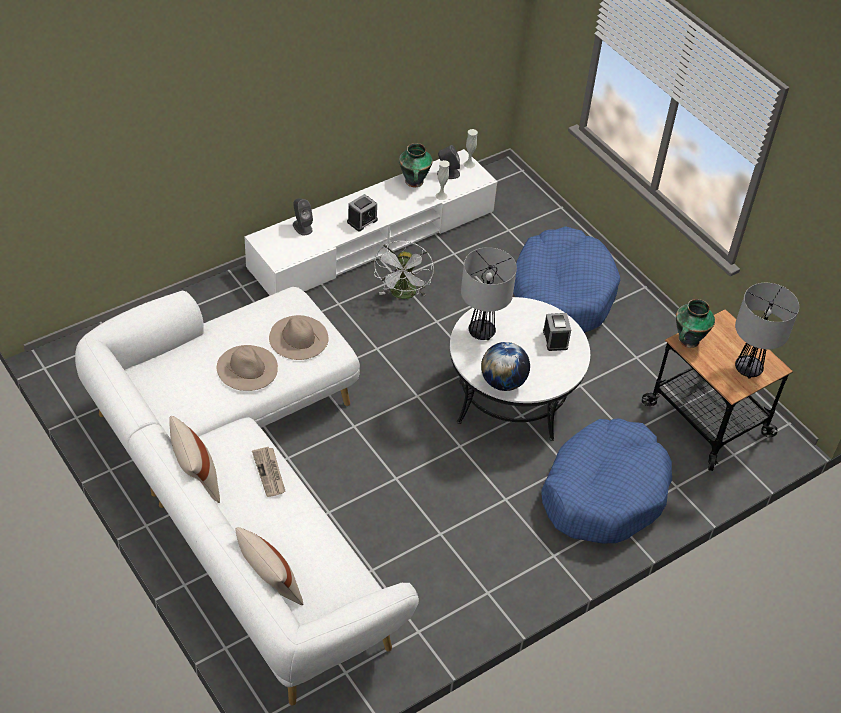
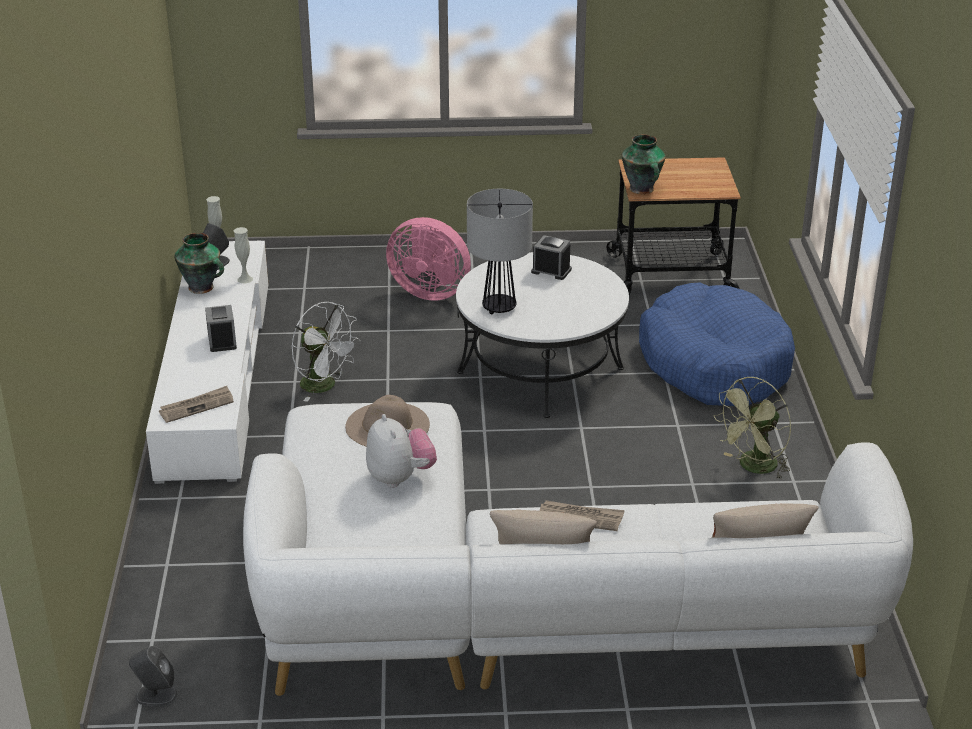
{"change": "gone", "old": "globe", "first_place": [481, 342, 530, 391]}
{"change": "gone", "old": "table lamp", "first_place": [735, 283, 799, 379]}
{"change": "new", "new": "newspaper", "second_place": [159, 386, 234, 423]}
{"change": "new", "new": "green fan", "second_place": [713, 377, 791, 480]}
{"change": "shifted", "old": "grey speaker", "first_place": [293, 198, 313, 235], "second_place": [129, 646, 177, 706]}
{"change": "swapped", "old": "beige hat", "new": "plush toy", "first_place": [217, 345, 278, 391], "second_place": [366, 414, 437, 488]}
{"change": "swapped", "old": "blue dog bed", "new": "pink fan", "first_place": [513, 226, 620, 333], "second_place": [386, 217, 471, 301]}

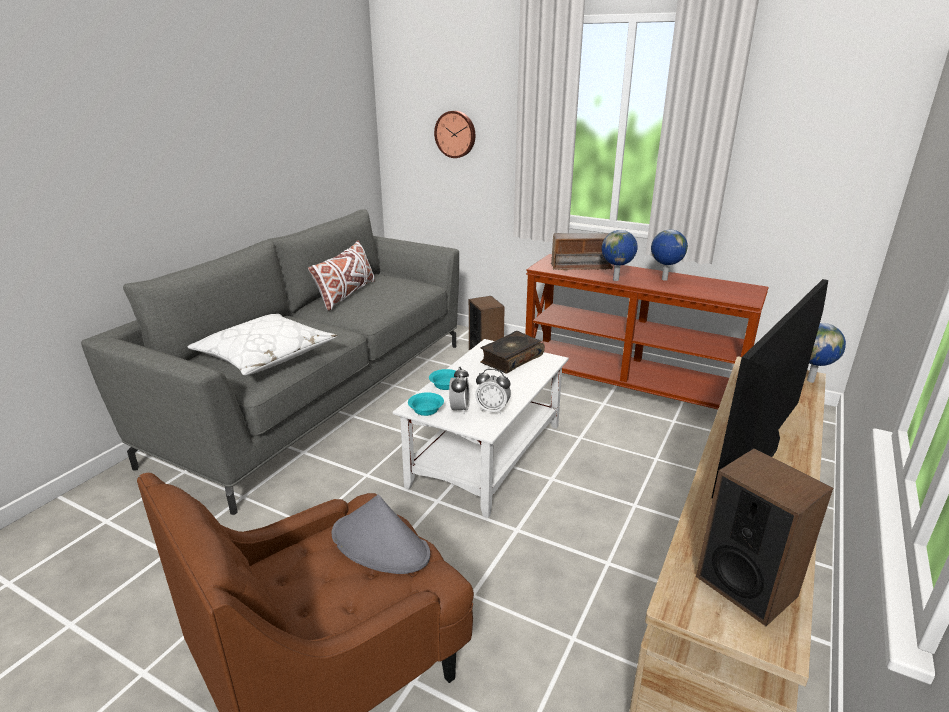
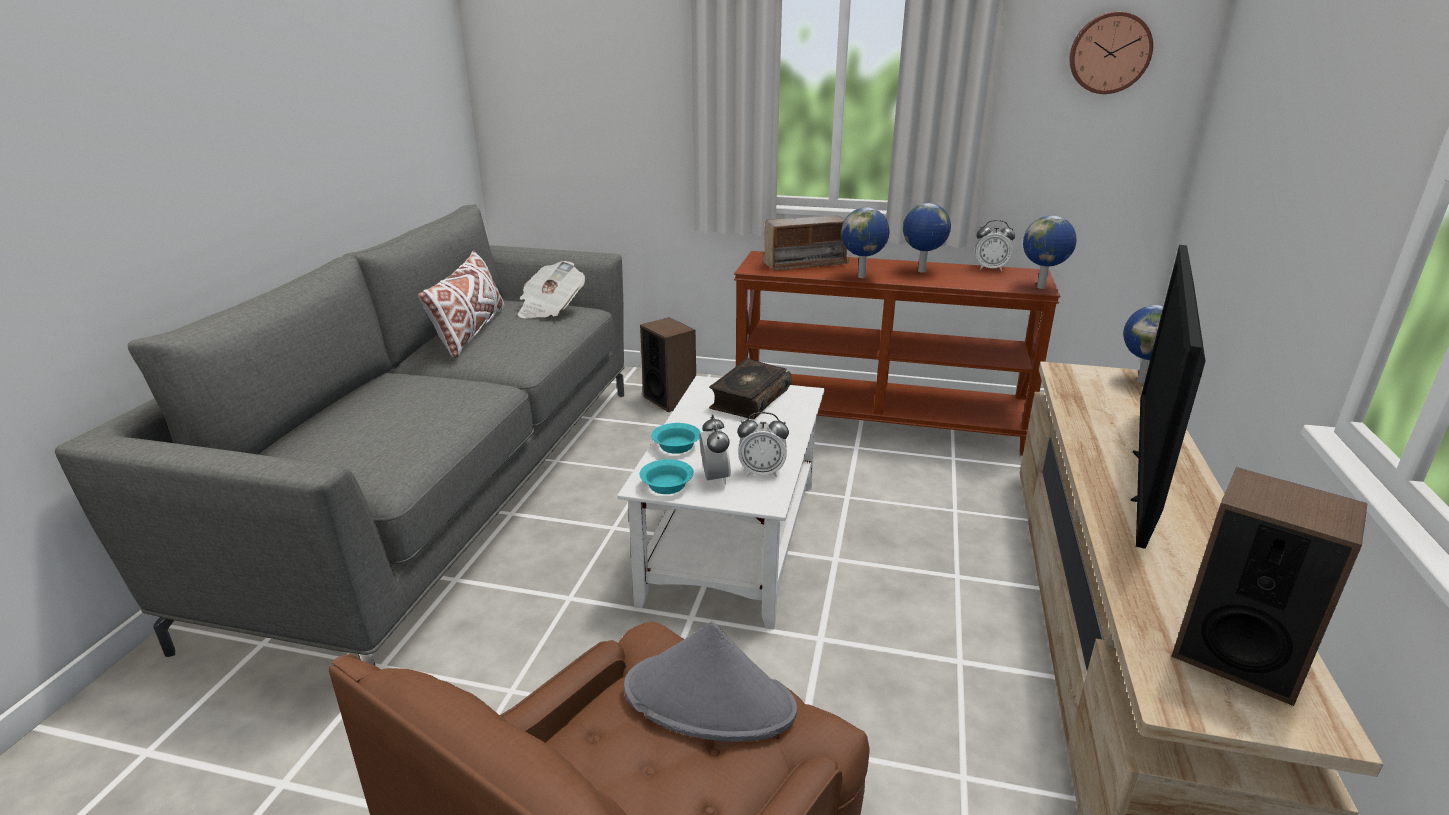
{"change": "gone", "old": "white pillow", "first_place": [188, 314, 337, 376]}
{"change": "new", "new": "newspaper", "second_place": [518, 261, 585, 319]}
{"change": "new", "new": "alarm clock", "second_place": [975, 220, 1015, 271]}
{"change": "new", "new": "globe", "second_place": [1023, 216, 1076, 289]}
{"change": "shifted", "old": "wall clock", "first_place": [434, 111, 475, 158], "second_place": [1069, 12, 1153, 94]}

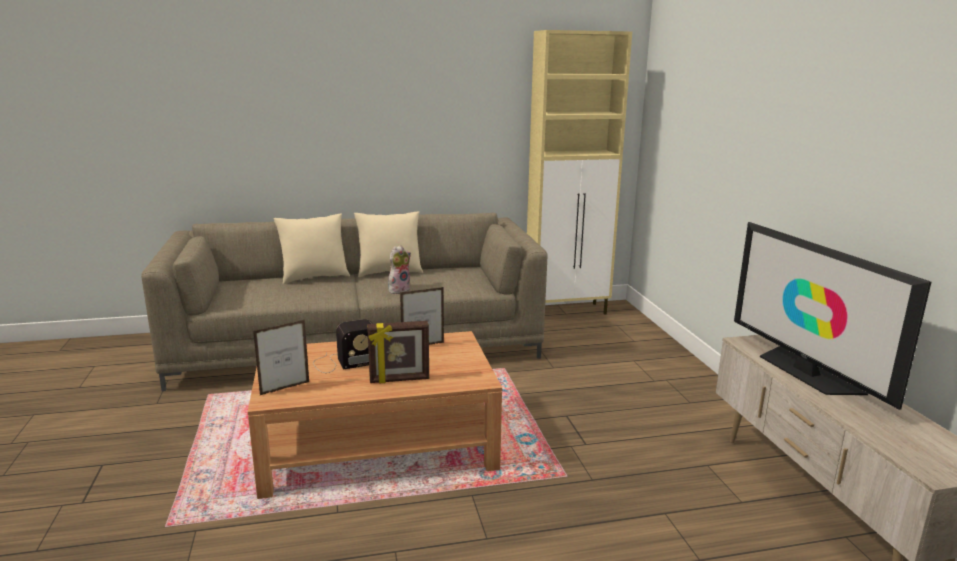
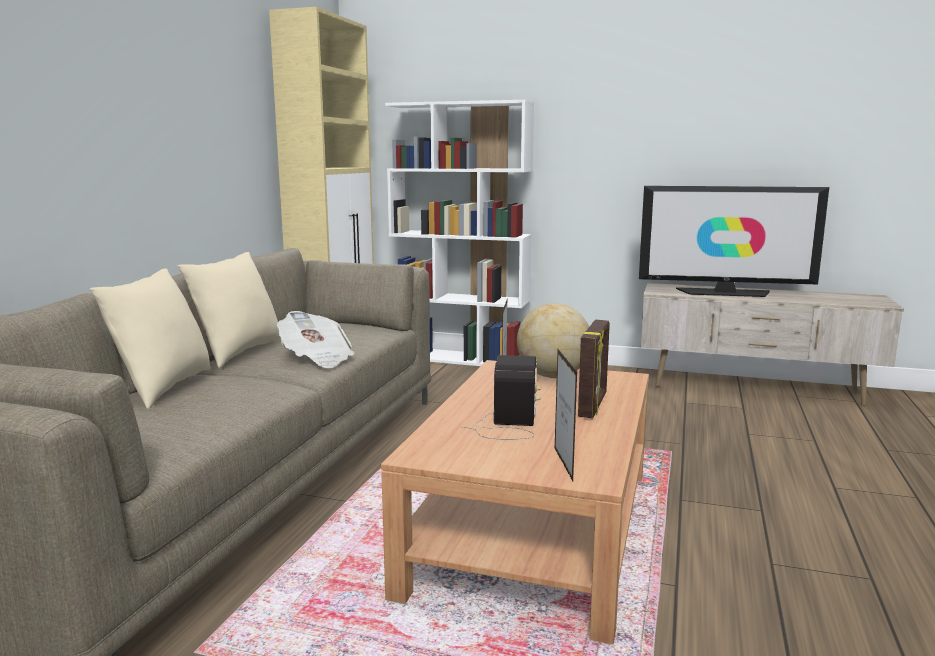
{"change": "new", "new": "white bookcase", "second_place": [385, 100, 534, 366]}
{"change": "new", "new": "globe", "second_place": [517, 303, 589, 378]}
{"change": "swapped", "old": "plush toy", "new": "newspaper", "first_place": [388, 245, 411, 294], "second_place": [277, 311, 355, 368]}

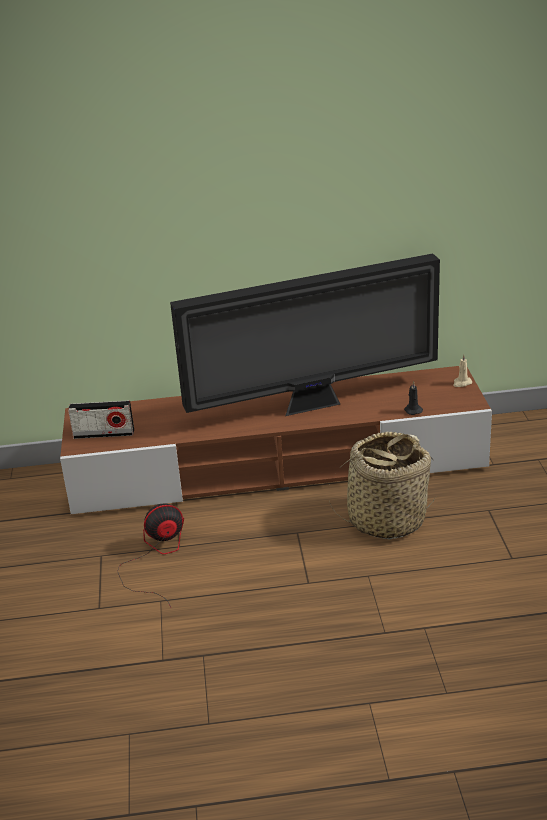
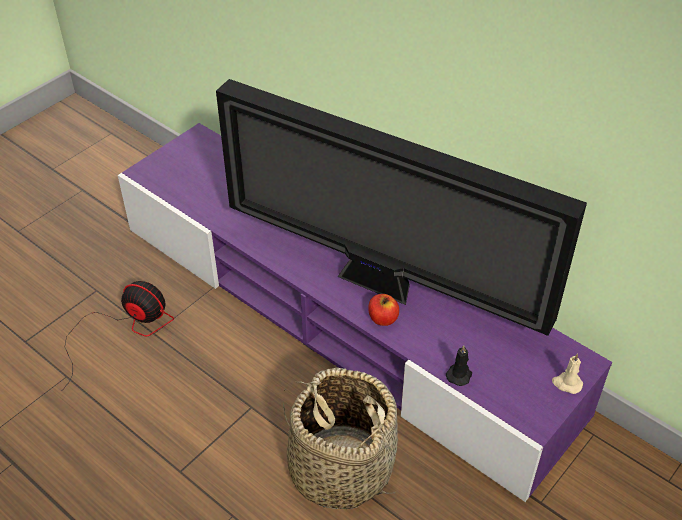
{"change": "gone", "old": "radio", "first_place": [68, 400, 134, 439]}
{"change": "new", "new": "apple", "second_place": [368, 294, 399, 326]}
{"change": "repainted", "old": "brown tv stand", "new": "purple tv stand", "first_place": [60, 366, 492, 514], "second_place": [118, 123, 612, 502]}

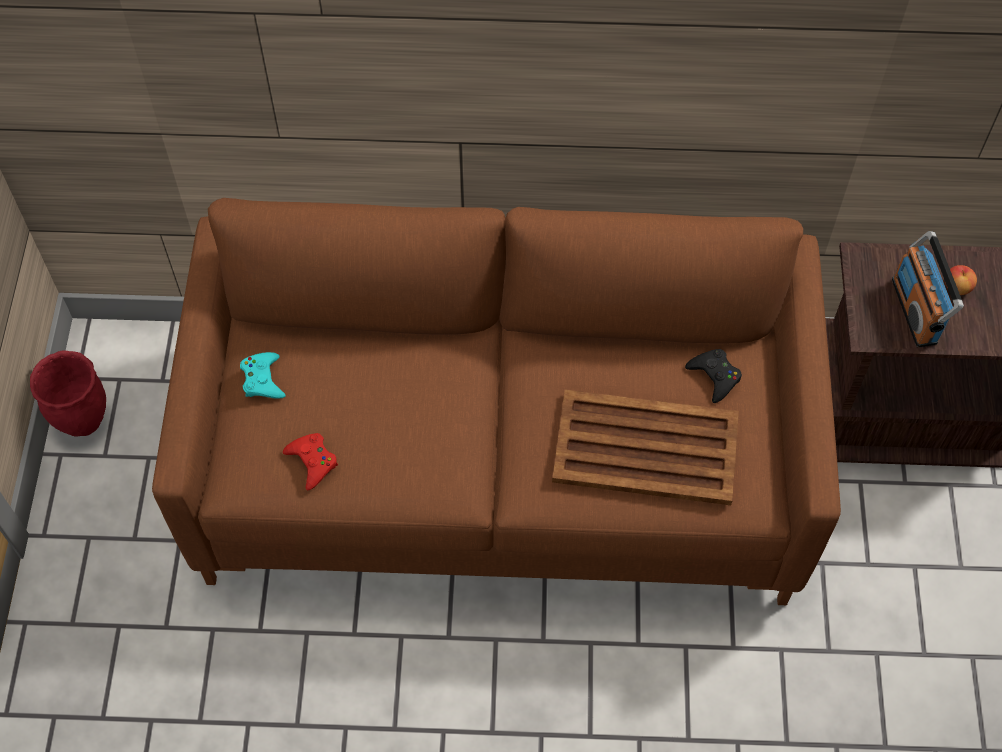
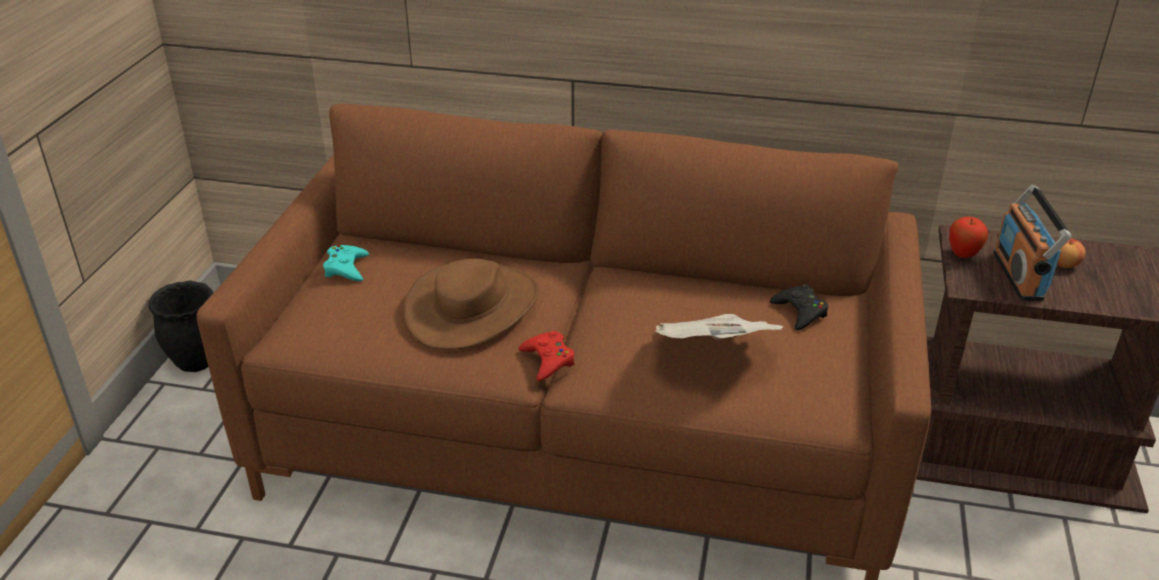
{"change": "new", "new": "brown hat", "second_place": [404, 259, 539, 350]}
{"change": "new", "new": "apple", "second_place": [949, 217, 988, 258]}
{"change": "shifted", "old": "red game controller", "first_place": [283, 433, 338, 491], "second_place": [518, 331, 575, 381]}
{"change": "swapped", "old": "brown tray", "new": "newspaper", "first_place": [552, 390, 739, 505], "second_place": [655, 314, 784, 340]}
{"change": "repainted", "old": "red planter", "new": "black planter", "first_place": [30, 350, 106, 436], "second_place": [148, 280, 214, 372]}

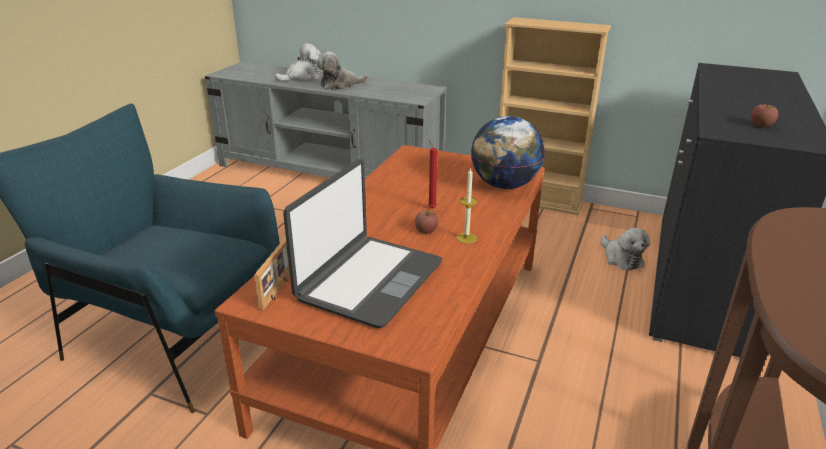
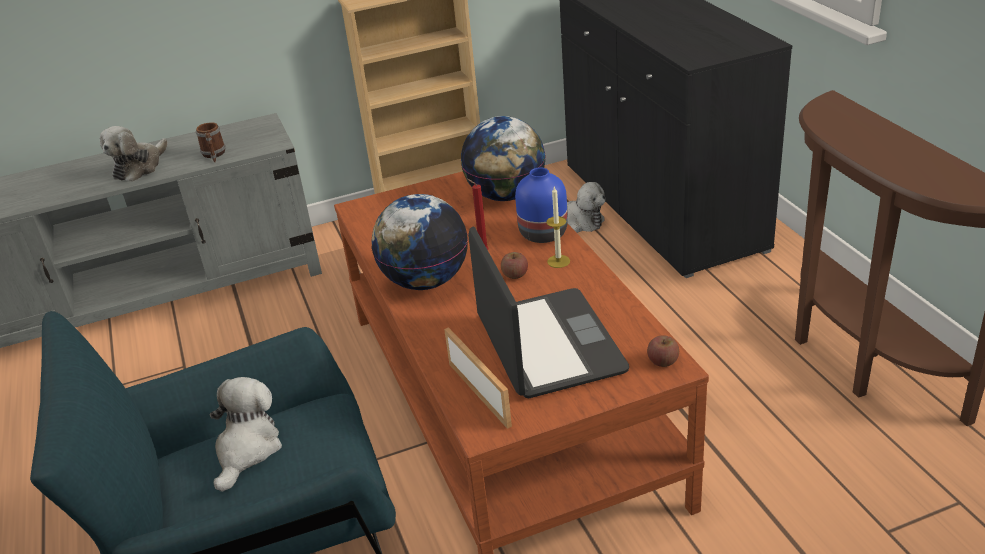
{"change": "new", "new": "mug", "second_place": [196, 122, 226, 162]}
{"change": "new", "new": "globe", "second_place": [371, 194, 468, 290]}
{"change": "new", "new": "blue vase", "second_place": [515, 167, 568, 243]}
{"change": "shifted", "old": "plush toy", "first_place": [275, 43, 321, 81], "second_place": [210, 377, 282, 492]}
{"change": "shifted", "old": "apple", "first_place": [751, 104, 778, 127], "second_place": [647, 335, 679, 367]}

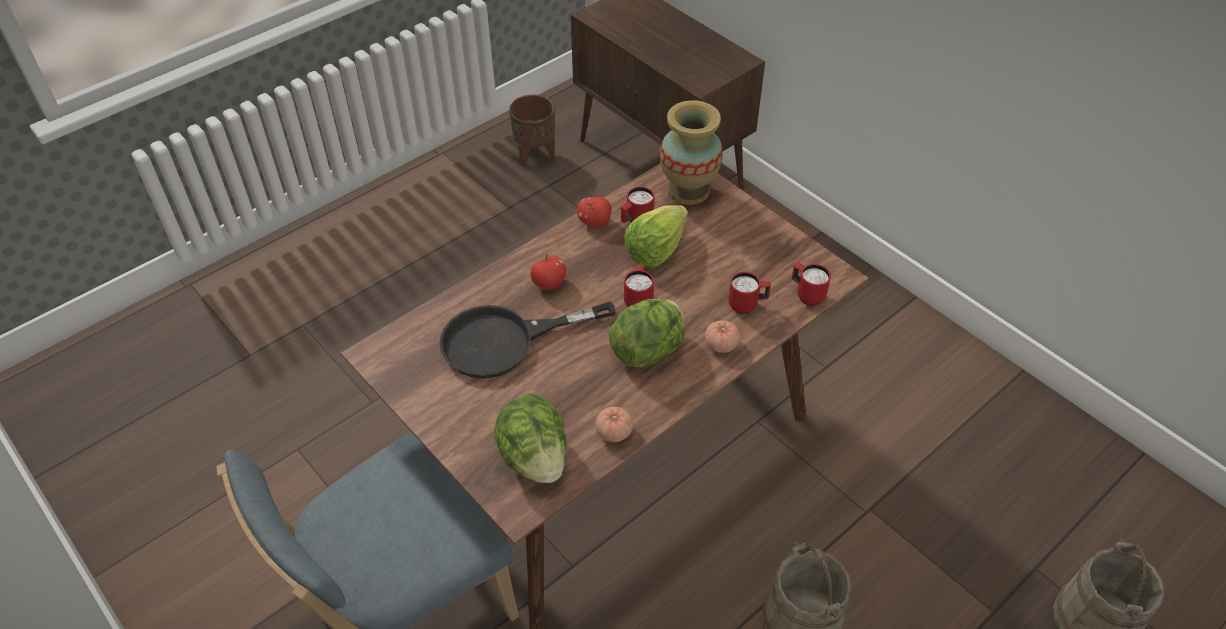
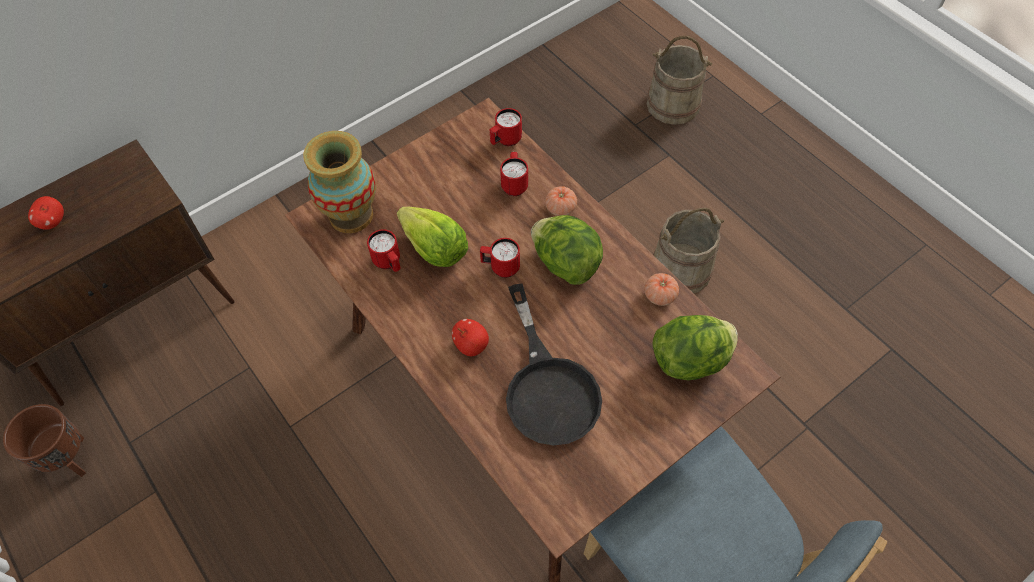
{"change": "shifted", "old": "apple", "first_place": [577, 197, 611, 227], "second_place": [28, 196, 64, 230]}

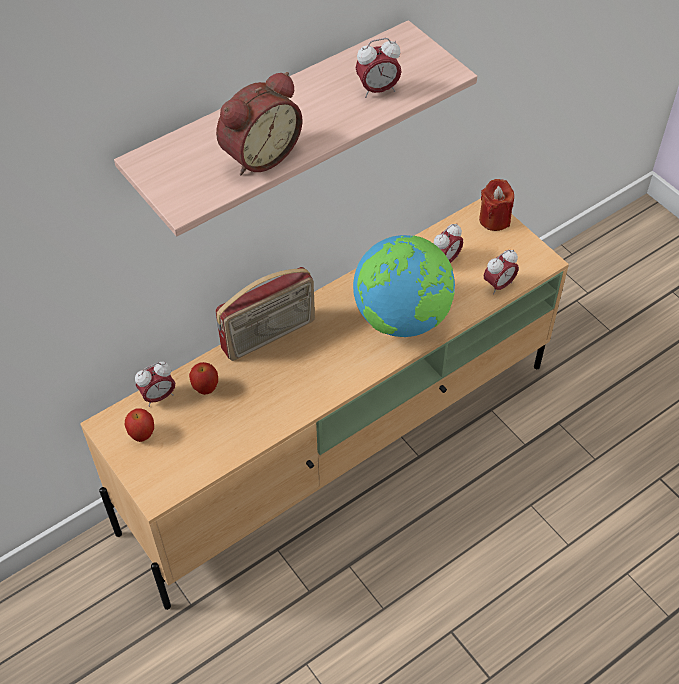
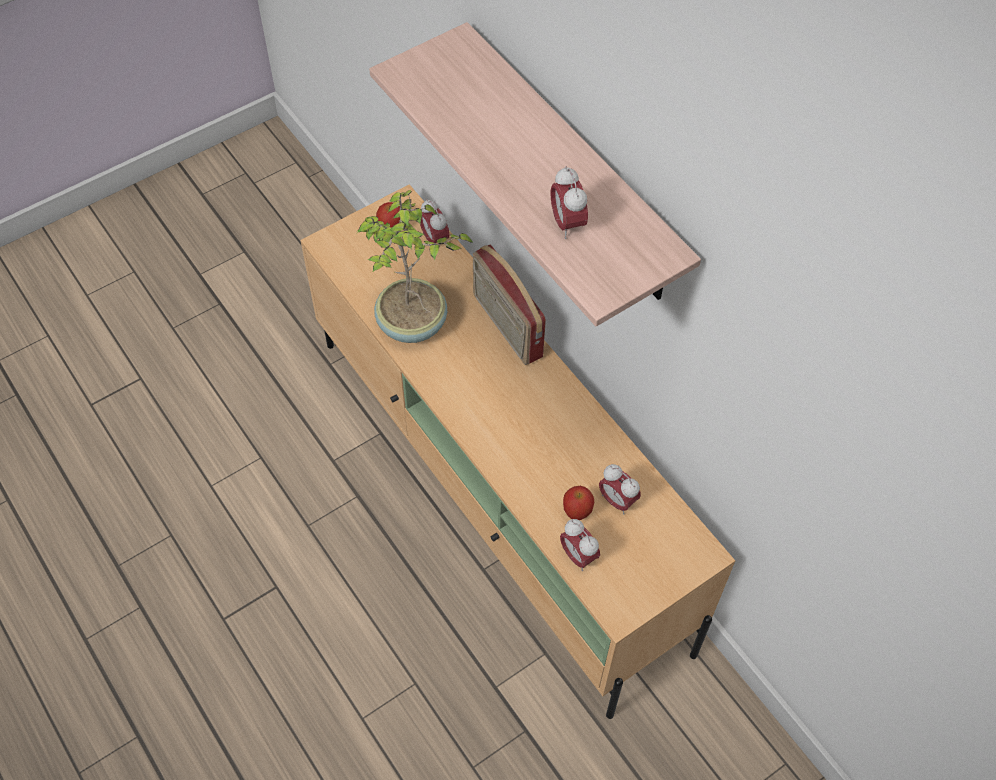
{"change": "gone", "old": "alarm clock", "first_place": [216, 72, 303, 175]}
{"change": "gone", "old": "globe", "first_place": [353, 235, 455, 337]}
{"change": "gone", "old": "red candle", "first_place": [479, 179, 514, 231]}
{"change": "new", "new": "potted plant", "second_place": [356, 190, 474, 343]}
{"change": "shifted", "old": "apple", "first_place": [189, 362, 218, 395], "second_place": [563, 486, 595, 520]}

